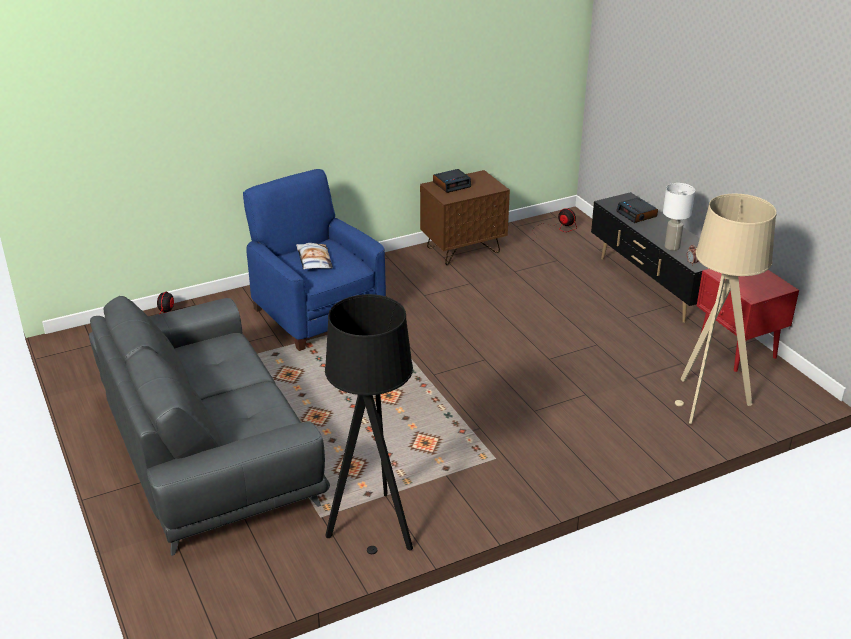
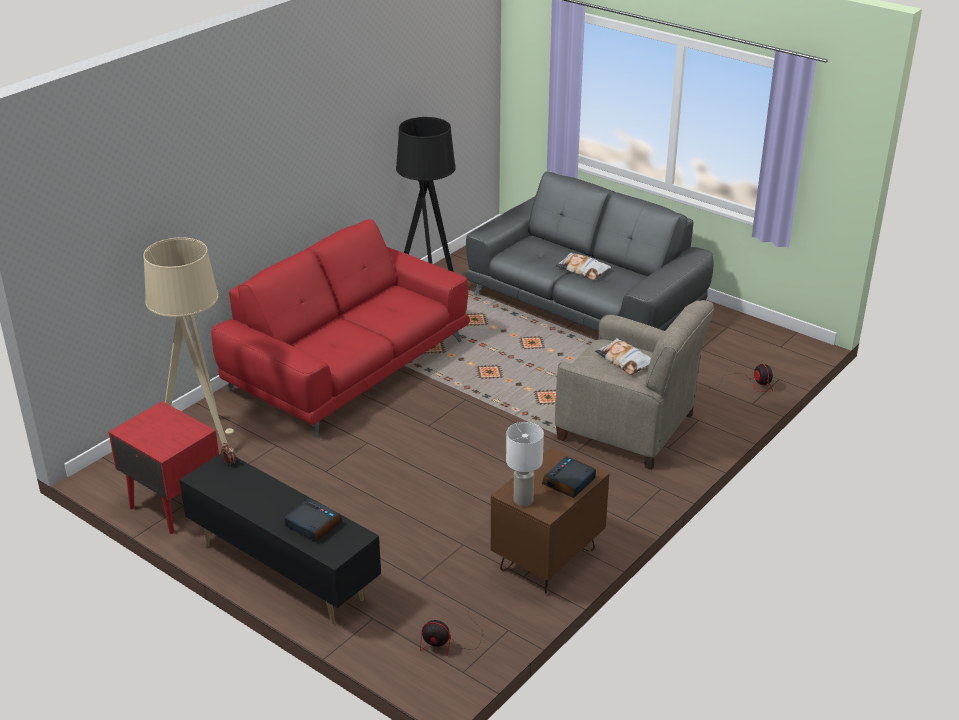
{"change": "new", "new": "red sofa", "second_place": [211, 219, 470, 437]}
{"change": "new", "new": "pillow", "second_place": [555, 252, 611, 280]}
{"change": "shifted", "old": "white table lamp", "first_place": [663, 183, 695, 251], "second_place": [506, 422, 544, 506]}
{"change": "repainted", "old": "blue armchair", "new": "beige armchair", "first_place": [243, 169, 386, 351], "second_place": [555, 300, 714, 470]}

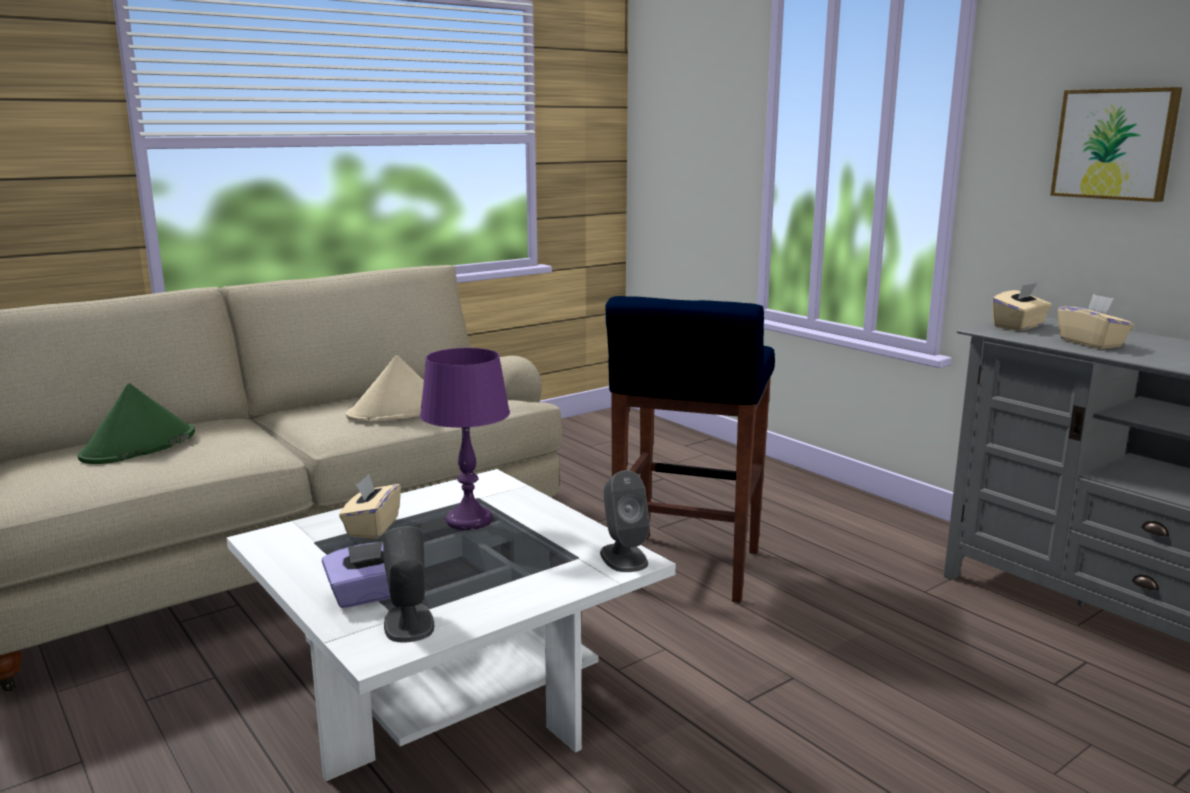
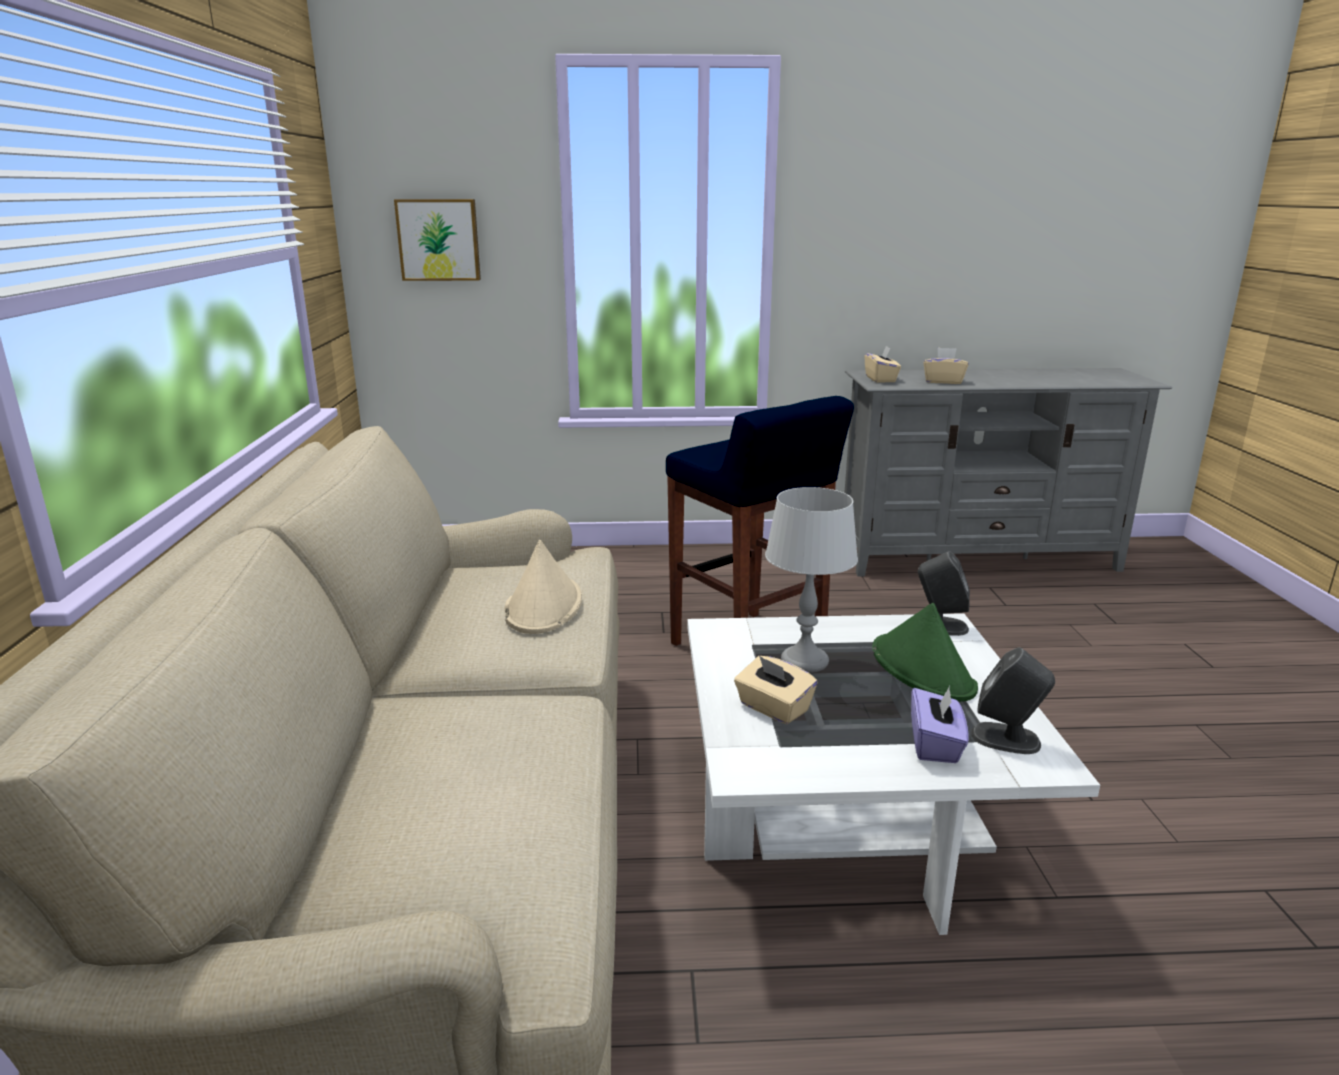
{"change": "shifted", "old": "green hat", "first_place": [78, 383, 195, 464], "second_place": [872, 603, 978, 702]}
{"change": "shifted", "old": "picture", "first_place": [1050, 87, 1182, 202], "second_place": [394, 199, 481, 281]}
{"change": "repainted", "old": "purple table lamp", "new": "grey table lamp", "first_place": [420, 348, 510, 530], "second_place": [765, 487, 858, 673]}

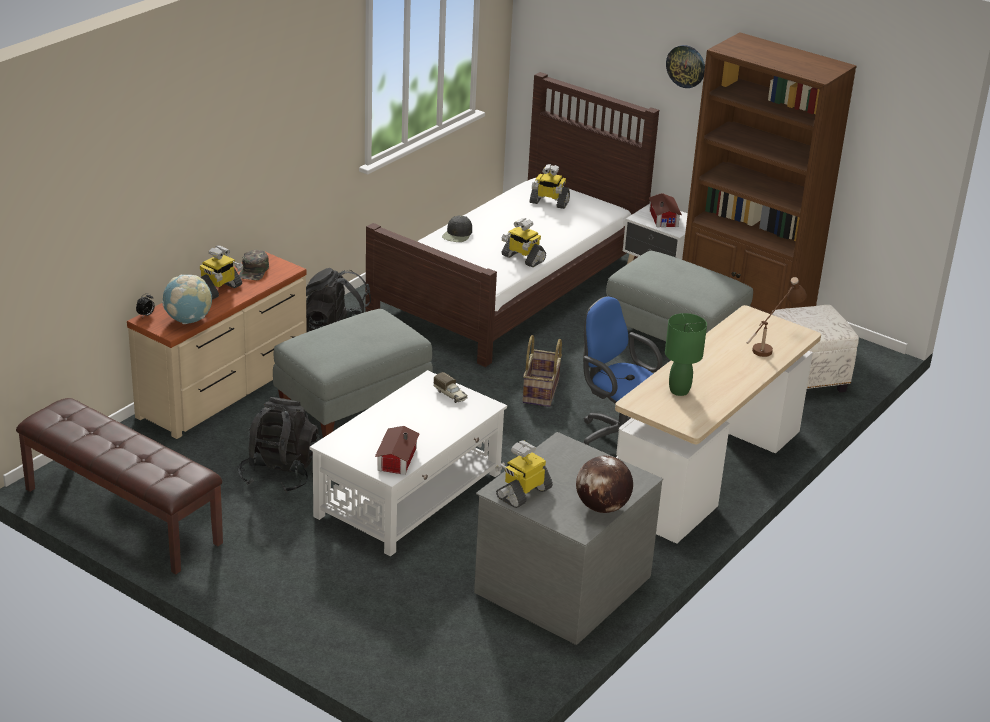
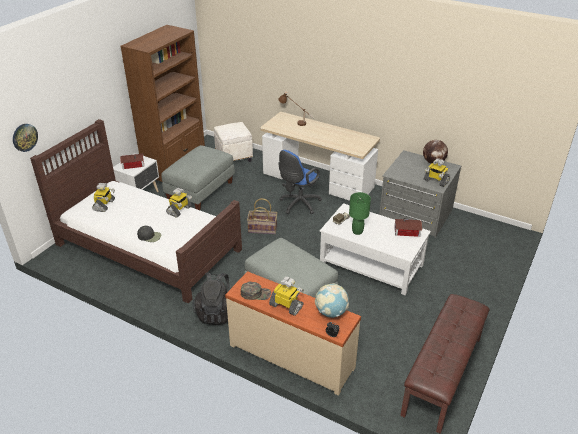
{"change": "gone", "old": "black backpack", "first_place": [238, 397, 321, 493]}
{"change": "shifted", "old": "green table lamp", "first_place": [665, 313, 707, 396], "second_place": [349, 192, 371, 235]}
{"change": "shifted", "old": "wall clock", "first_place": [666, 45, 705, 88], "second_place": [13, 124, 38, 152]}

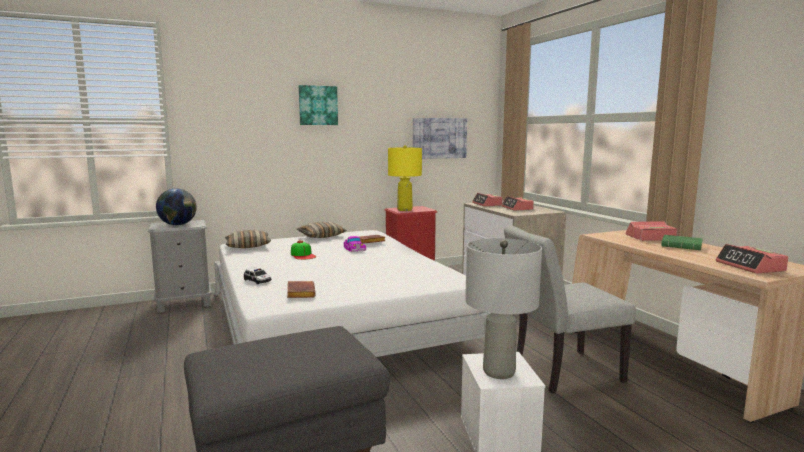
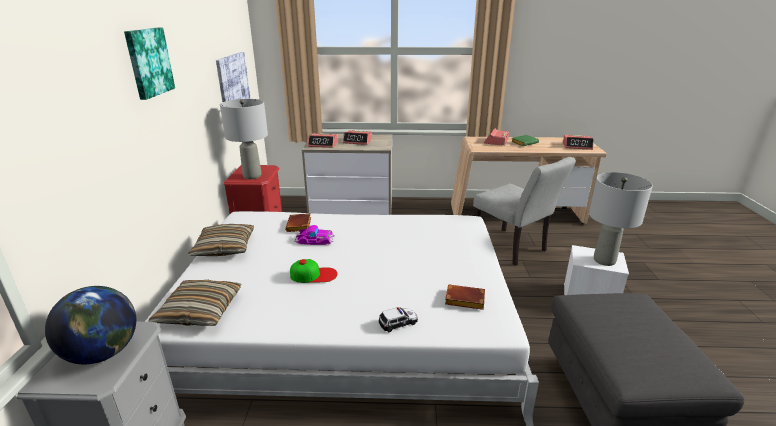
{"change": "repainted", "old": "yellow table lamp", "new": "grey table lamp", "first_place": [388, 145, 422, 211], "second_place": [220, 99, 268, 179]}
{"change": "rotated", "old": "grey chair", "first_place": [504, 226, 636, 393], "second_place": [473, 157, 576, 266], "degrees": -45}

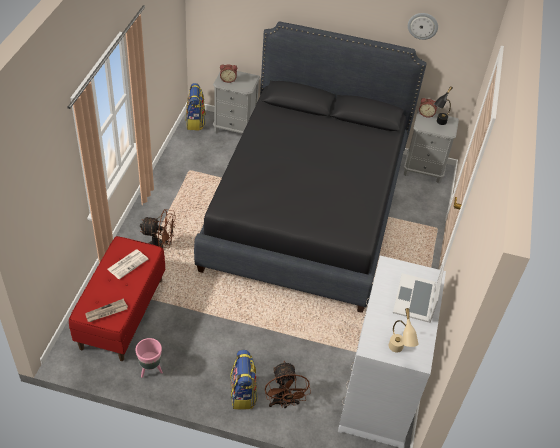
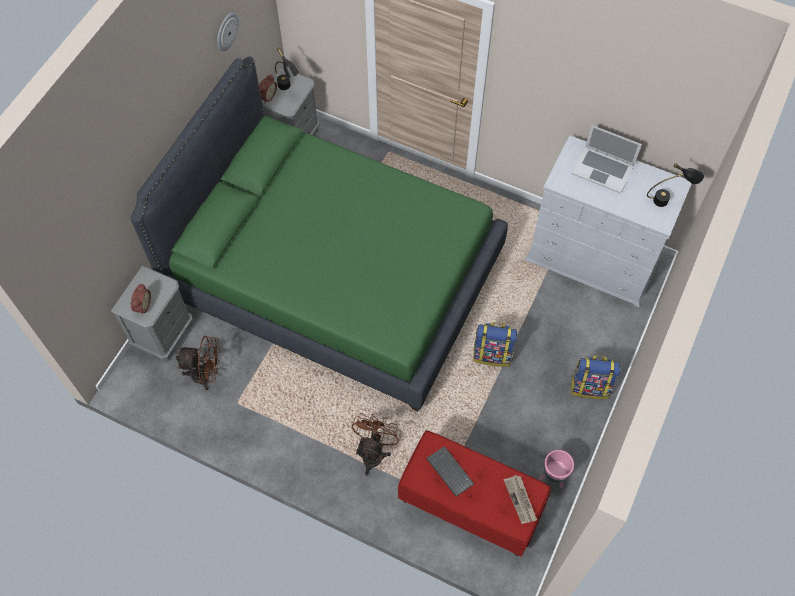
{"change": "shifted", "old": "backpack", "first_place": [186, 83, 206, 130], "second_place": [473, 322, 517, 367]}
{"change": "shifted", "old": "brown fan", "first_place": [265, 361, 311, 408], "second_place": [176, 336, 220, 390]}
{"change": "swapped", "old": "newspaper", "new": "keyboard", "first_place": [107, 250, 148, 279], "second_place": [426, 446, 474, 497]}
{"change": "repainted", "old": "black bed", "new": "green bed", "first_place": [194, 22, 427, 313], "second_place": [130, 56, 508, 412]}
{"change": "repainted", "old": "beige table lamp", "new": "black table lamp", "first_place": [388, 308, 419, 352], "second_place": [647, 163, 704, 207]}

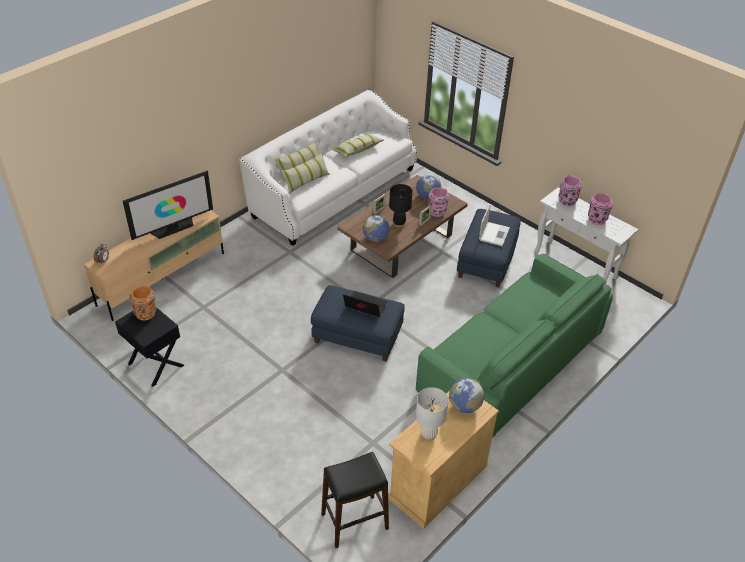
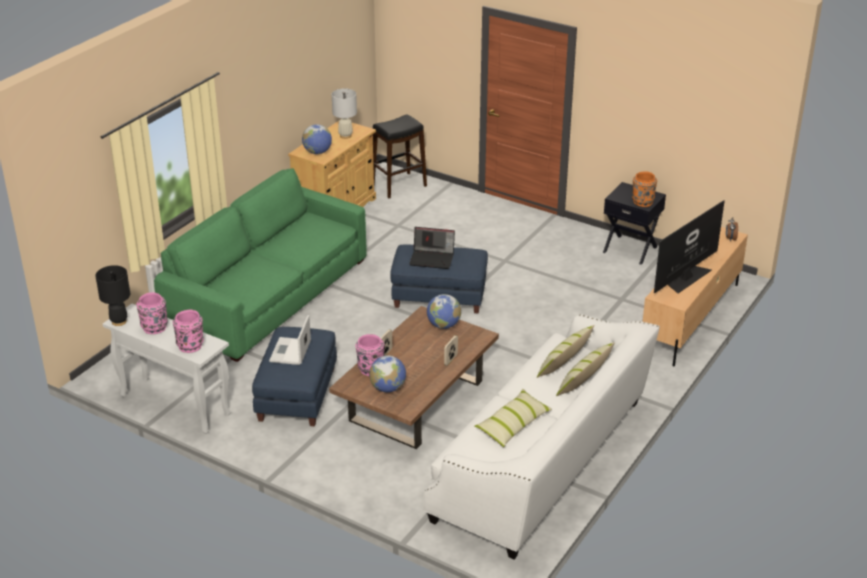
{"change": "shifted", "old": "black table lamp", "first_place": [389, 184, 413, 227], "second_place": [95, 265, 130, 326]}

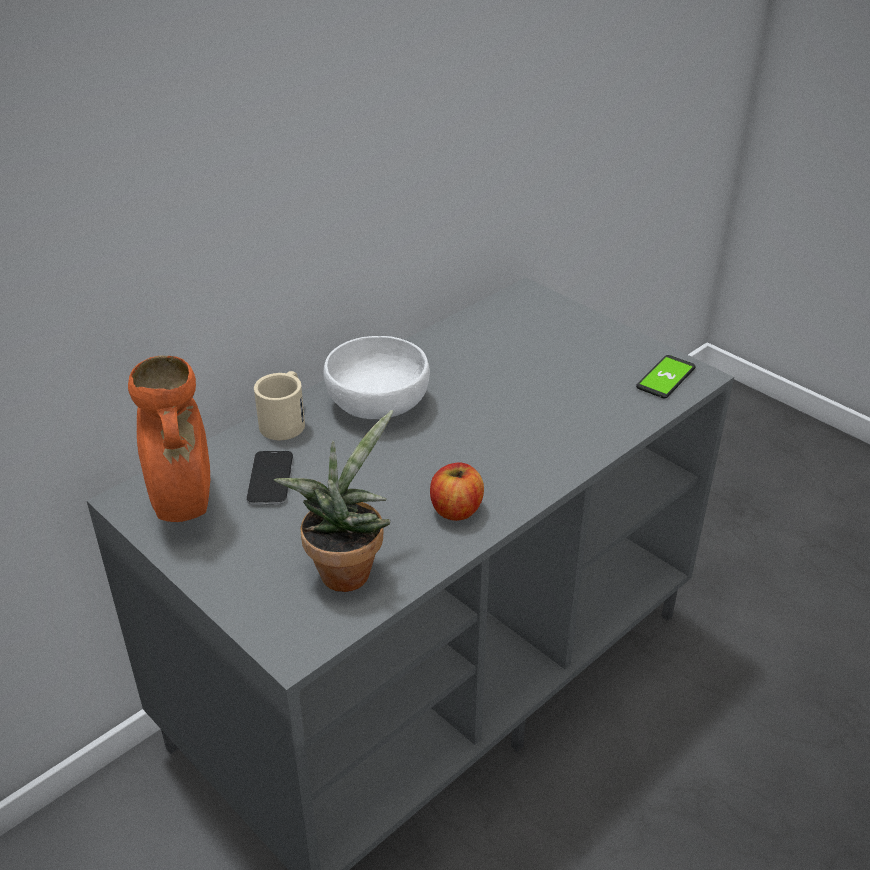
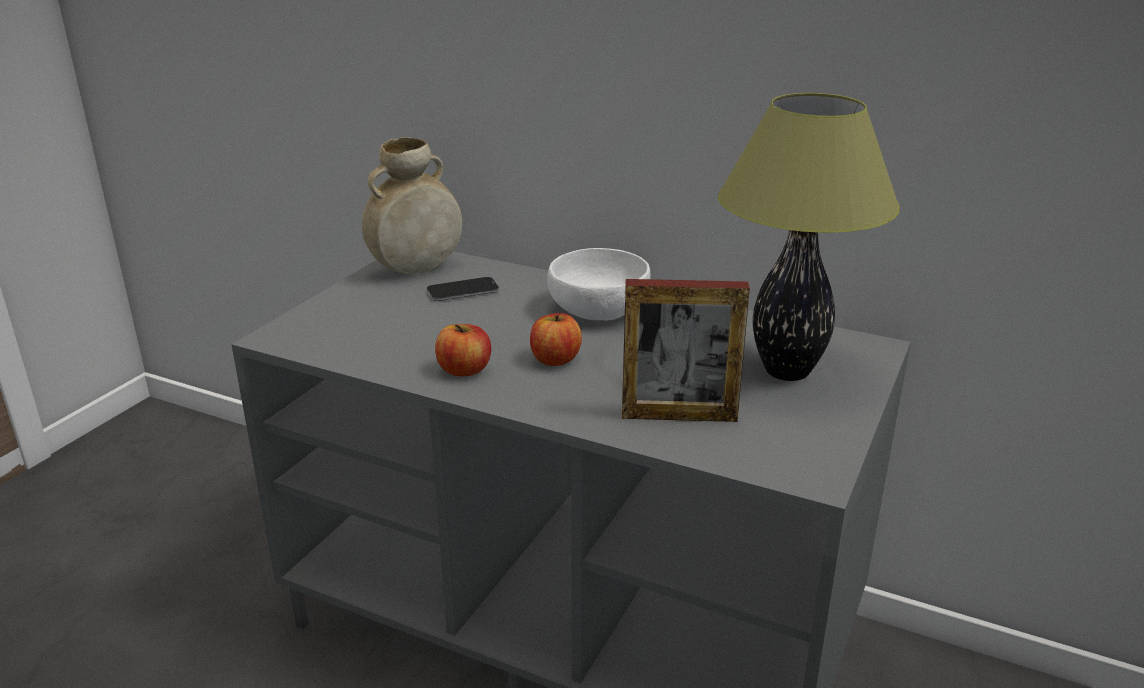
{"change": "gone", "old": "beige mug", "first_place": [254, 371, 305, 440]}
{"change": "gone", "old": "potted plant", "first_place": [274, 410, 393, 592]}
{"change": "gone", "old": "phone", "first_place": [636, 355, 696, 398]}
{"change": "new", "new": "apple", "second_place": [530, 313, 582, 366]}
{"change": "new", "new": "picture frame", "second_place": [622, 279, 750, 422]}
{"change": "new", "new": "table lamp", "second_place": [718, 93, 900, 381]}
{"change": "repainted", "old": "orange vase", "new": "beige vase", "first_place": [128, 356, 210, 522], "second_place": [362, 137, 462, 274]}

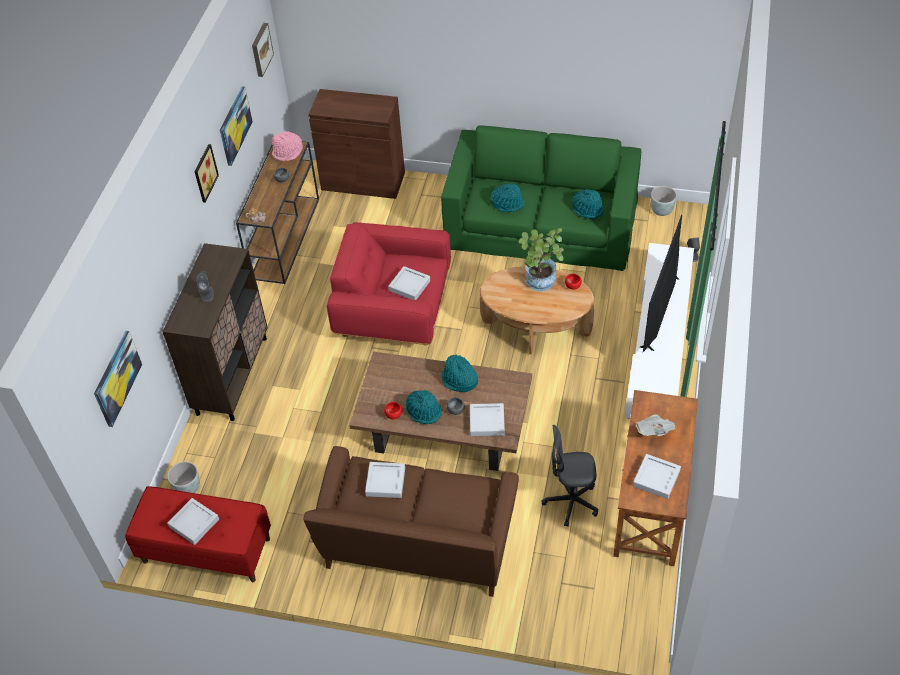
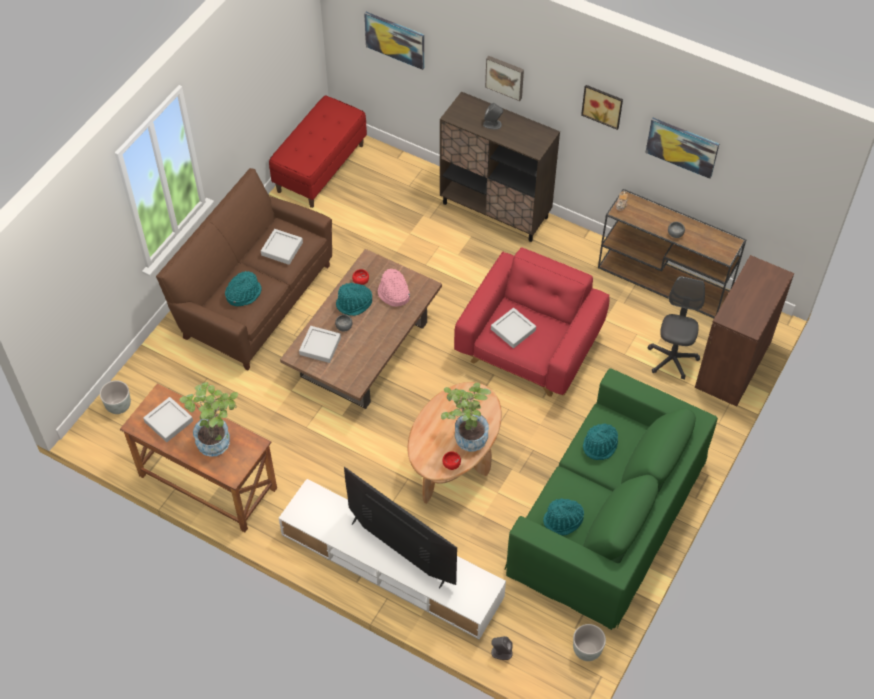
{"change": "gone", "old": "grey tray", "first_place": [167, 498, 219, 545]}
{"change": "shifted", "old": "grey planter", "first_place": [167, 461, 200, 493], "second_place": [100, 380, 131, 414]}
{"change": "shifted", "old": "picture", "first_place": [252, 23, 274, 77], "second_place": [485, 56, 524, 101]}
{"change": "shifted", "old": "pink hat", "first_place": [272, 131, 303, 161], "second_place": [378, 268, 410, 307]}
{"change": "shifted", "old": "turquoise hat", "first_place": [442, 354, 478, 392], "second_place": [225, 271, 262, 306]}
{"change": "shifted", "old": "grey office chair", "first_place": [541, 425, 598, 527], "second_place": [648, 276, 705, 379]}
{"change": "swapped", "old": "newspaper", "new": "potted plant", "first_place": [636, 414, 675, 436], "second_place": [179, 382, 238, 457]}

